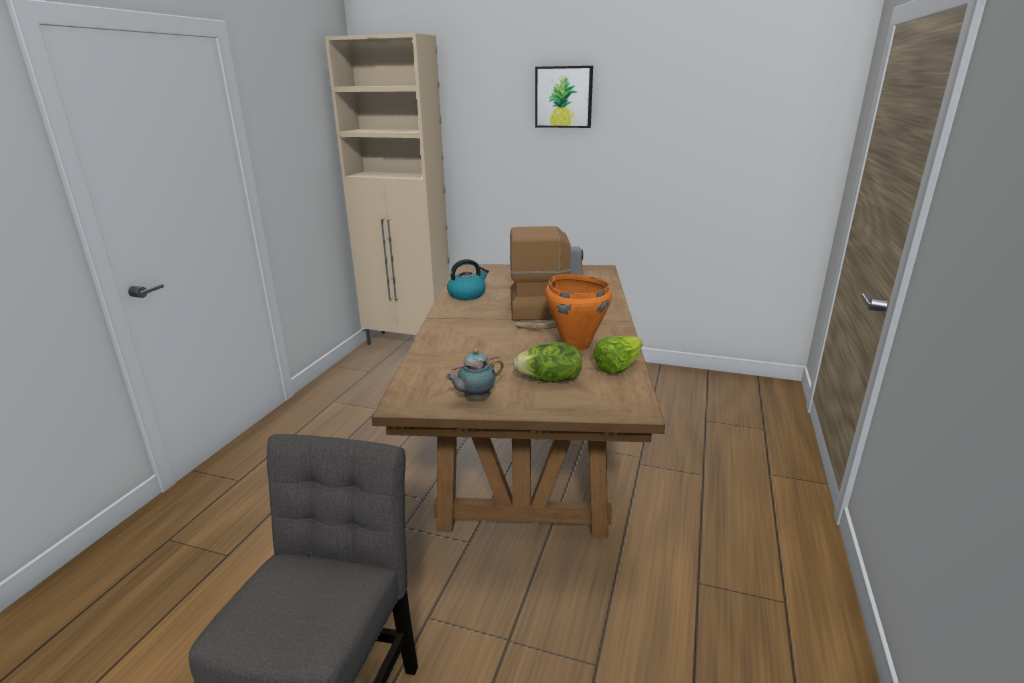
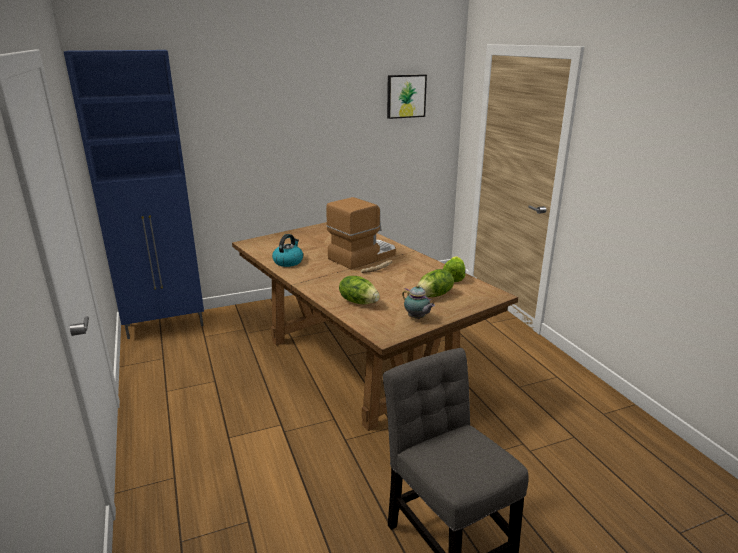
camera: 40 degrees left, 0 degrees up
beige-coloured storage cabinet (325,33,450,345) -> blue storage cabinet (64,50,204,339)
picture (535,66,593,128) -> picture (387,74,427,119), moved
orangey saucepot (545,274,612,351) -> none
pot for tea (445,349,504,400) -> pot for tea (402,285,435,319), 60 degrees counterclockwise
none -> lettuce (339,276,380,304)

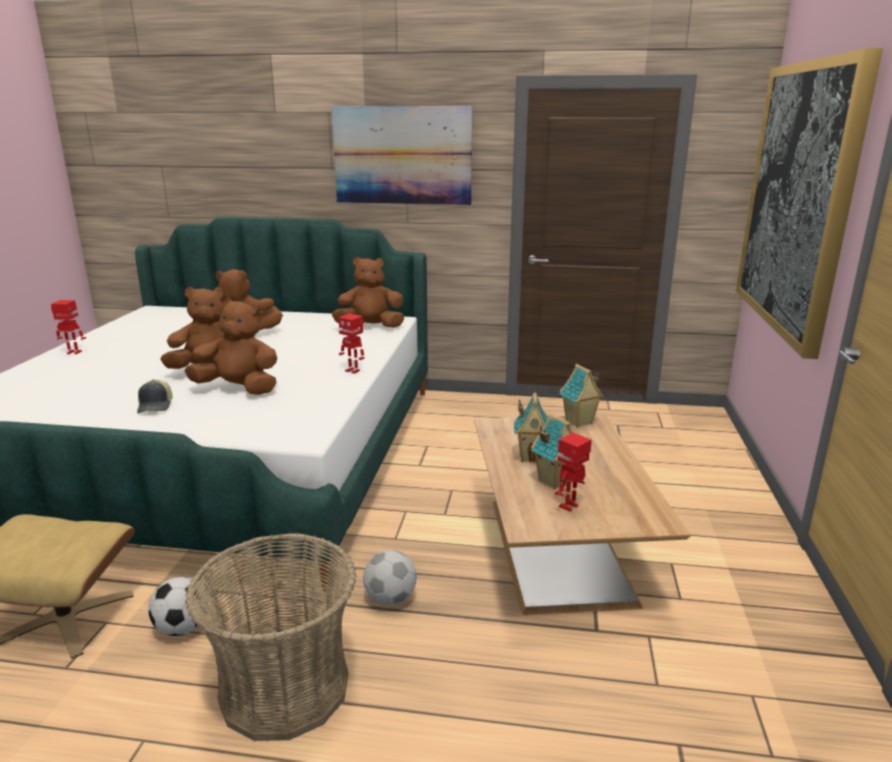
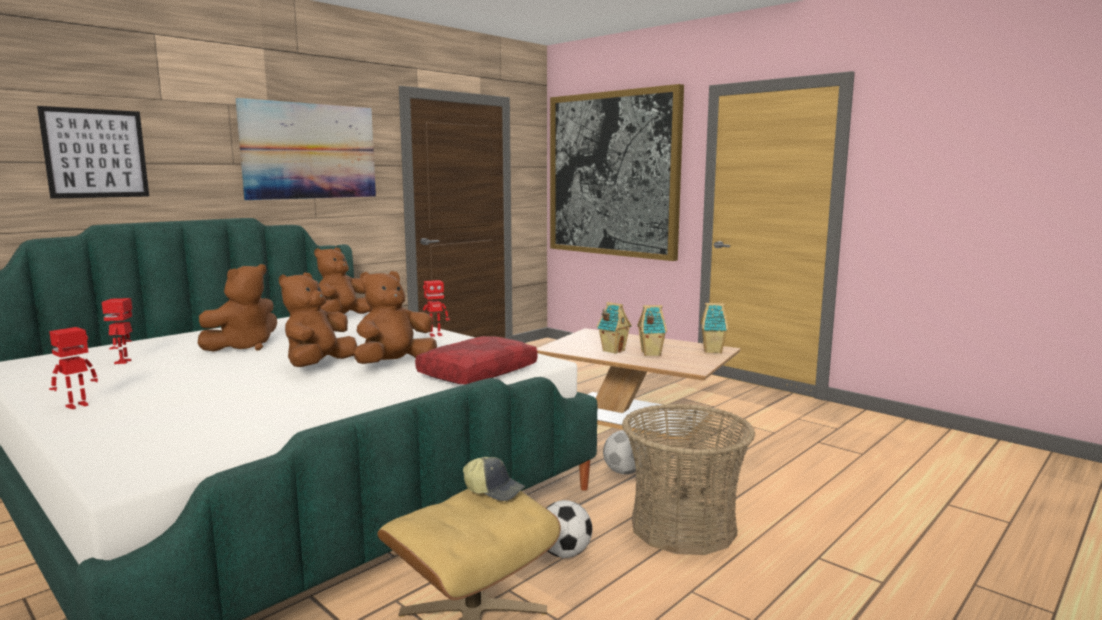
camera: 55 degrees left, 10 degrees down
miniature house (560,364,604,428) -> miniature house (701,303,728,353), moved
cap (137,379,173,413) -> cap (463,457,525,501), moved
toy robot (555,433,592,511) -> toy robot (102,298,132,364), moved
none -> picture (37,106,149,199)
none -> reddish cushion (415,336,538,384)

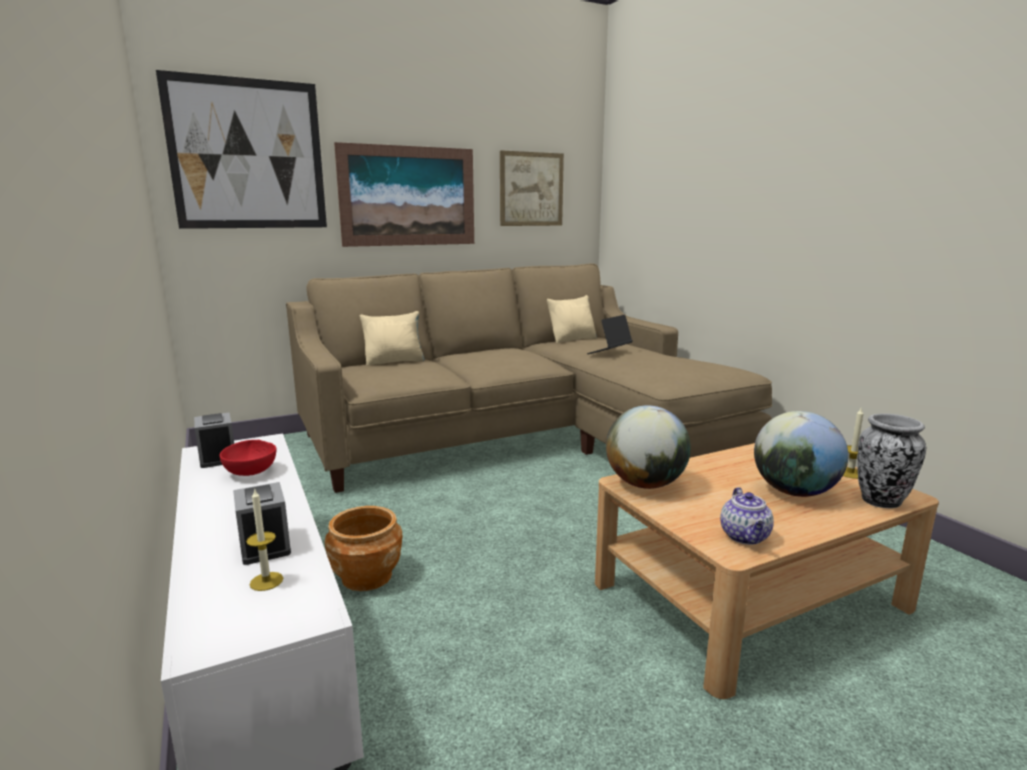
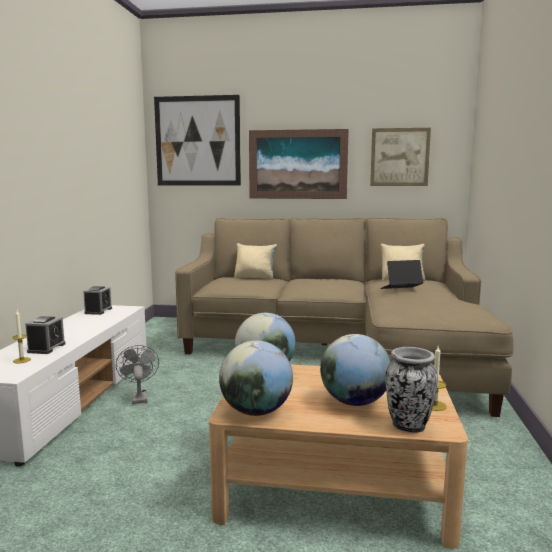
camera: 35 degrees right, 5 degrees down
reddish bowl (220,440,276,476) -> none
pot for tea (720,487,774,545) -> globe (219,340,293,416)
brownish planter (325,506,403,591) -> grey cooling fan (116,345,159,404)

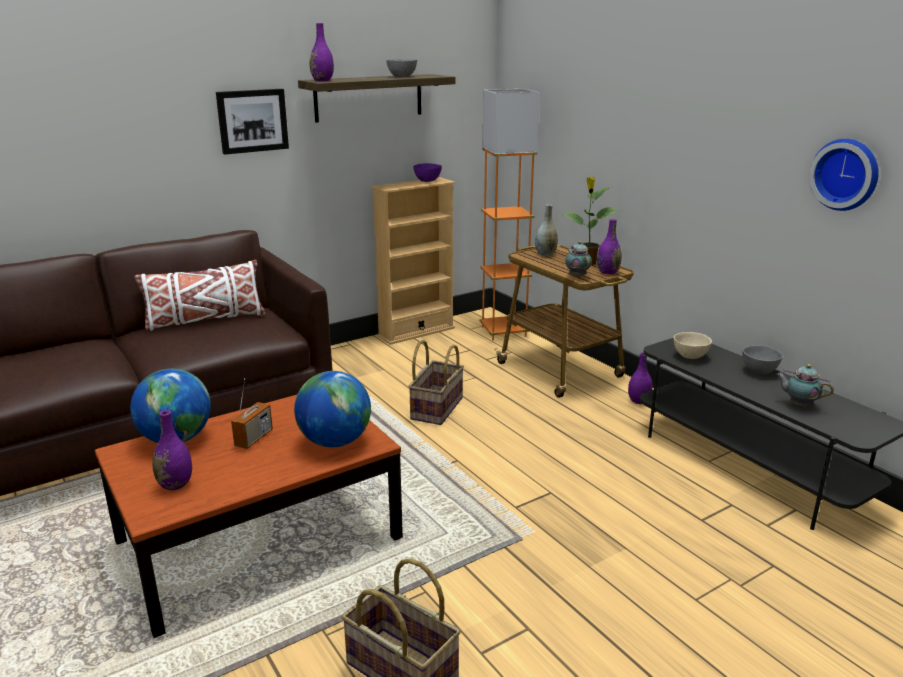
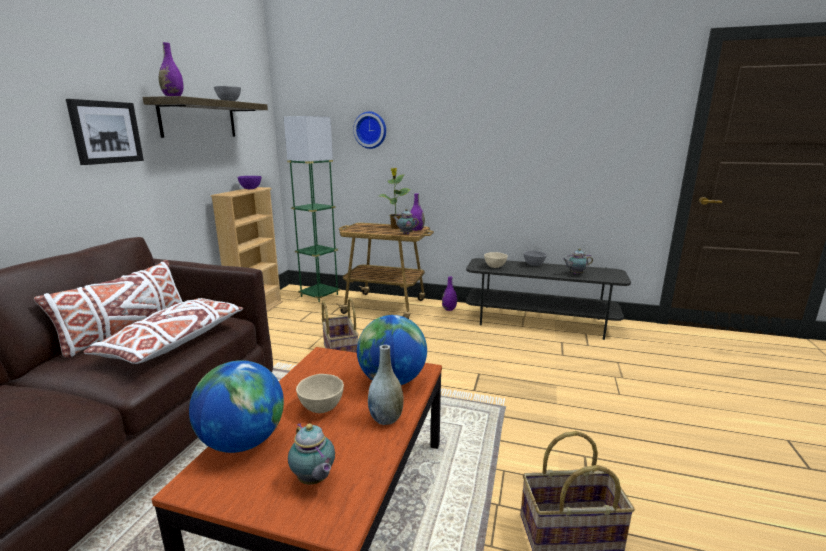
camera: 40 degrees left, 5 degrees down
orangey standard lamp (480,89,540,340) -> green standard lamp (284,116,340,302)
hanging clock (809,139,879,211) -> hanging clock (353,111,386,149), moved
grey vase (535,205,558,256) -> grey vase (368,345,404,425), moved
radio set (231,378,273,449) -> beige-coloured bowl (296,374,344,413)
purple vase (152,410,192,490) -> pot for tea (288,423,335,485)
none -> white-coloured cushion (83,298,243,364)

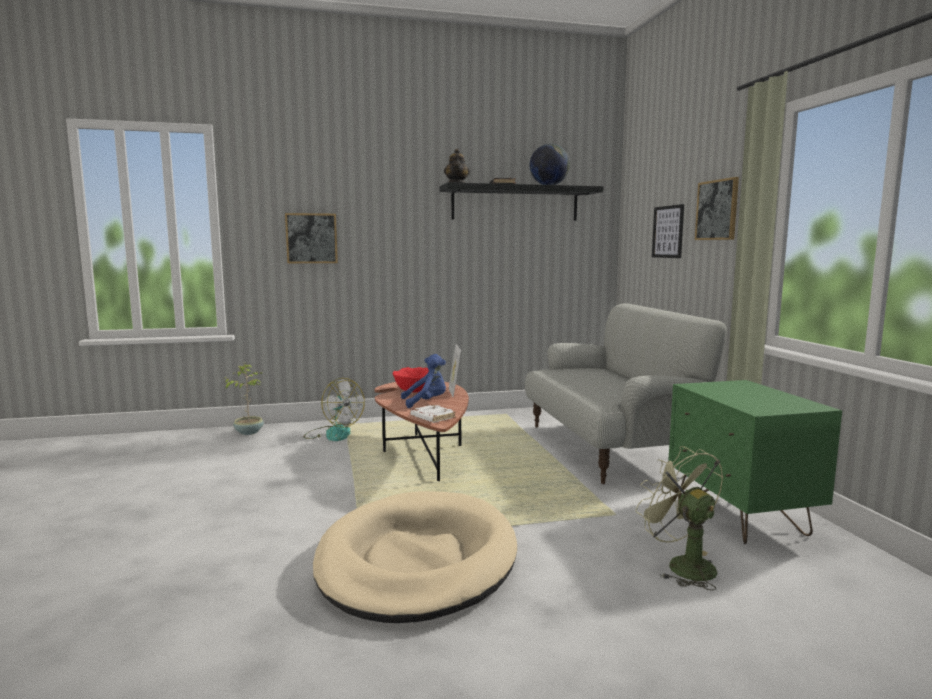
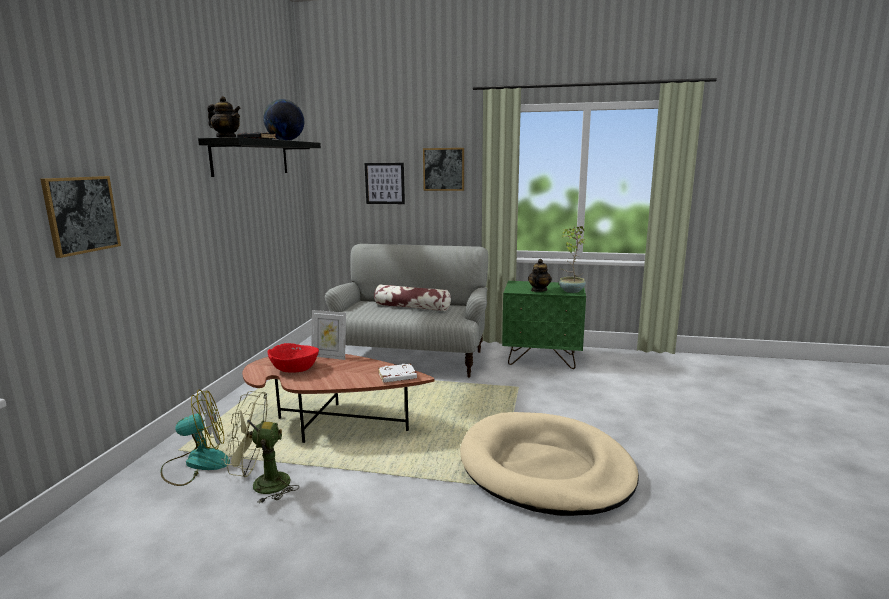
camera: 65 degrees left, 5 degrees up
blue plush toy (401,354,446,408) -> none
plant in a pot (225,363,264,435) -> plant in a pot (559,226,587,293), moved
green cooling fan (636,446,723,590) -> green cooling fan (225,391,300,503), moved
none -> pot for tea (528,259,552,292)
none -> cushion (374,284,451,311)

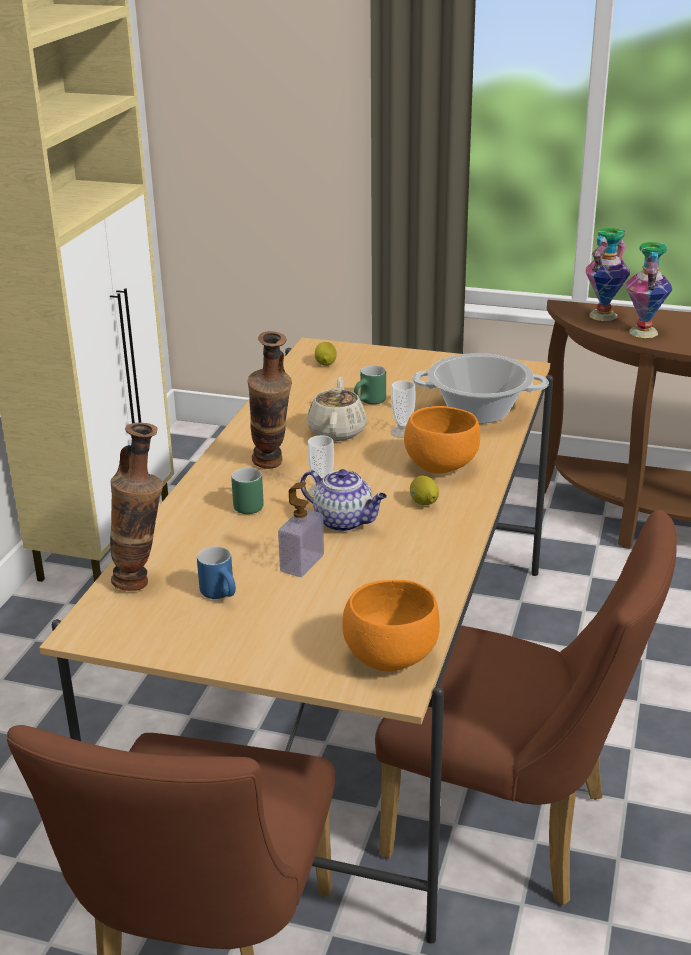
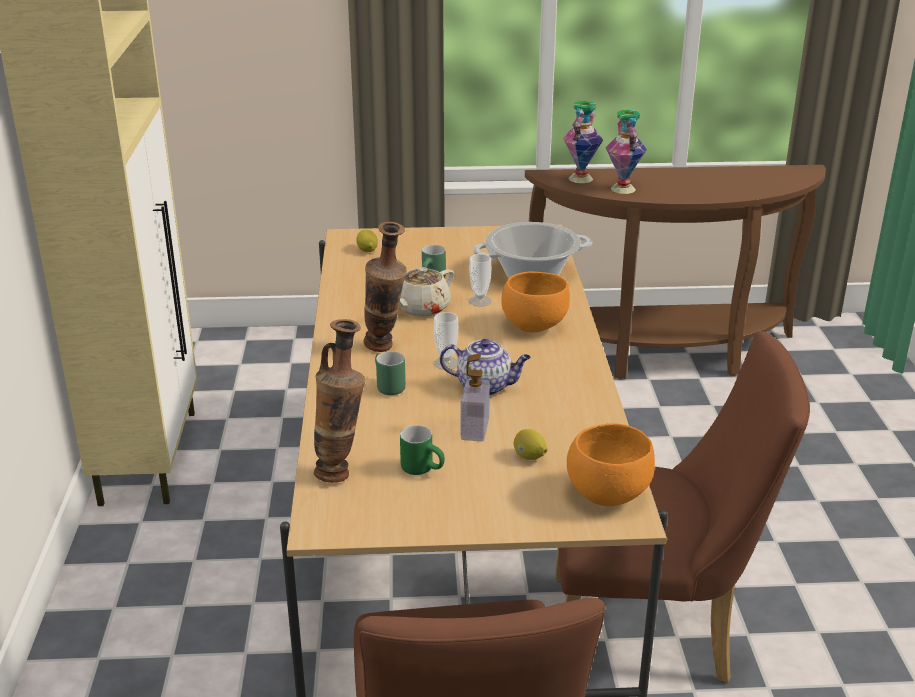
camera: 20 degrees left, 0 degrees up
beige-coloured pot for tea (307,377,367,441) -> beige-coloured pot for tea (398,267,454,317), 120 degrees counterclockwise
lemon (410,476,439,505) -> lemon (514,429,548,460), moved
blue coffee mug (197,546,236,599) -> green coffee mug (400,425,445,475)

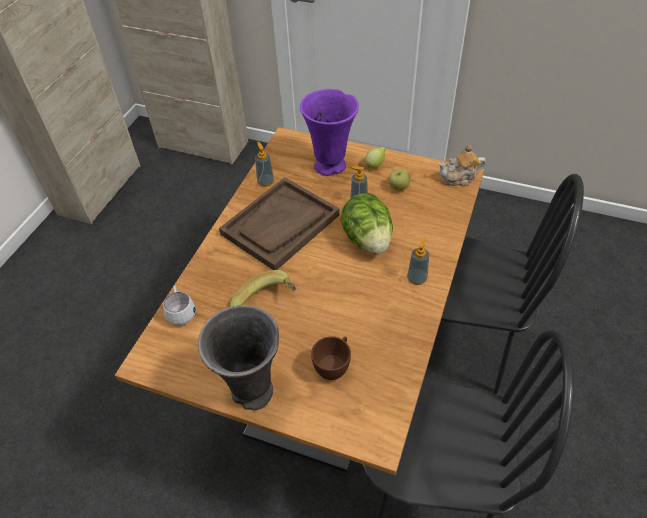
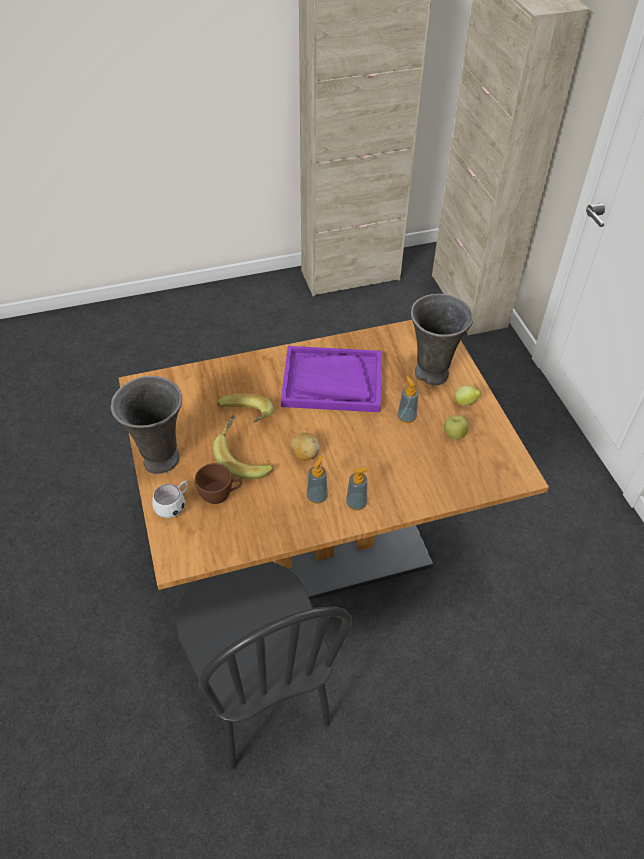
camera: 50 degrees right, 0 degrees up
purple vase (300,89,359,176) -> grey vase (411,293,473,386)
soap bottle (255,142,274,187) -> soap bottle (307,455,328,504), moved
pot for tea (438,145,486,186) -> none
blackish chair (441,174,584,394) -> none
brownish serving tray (219,177,340,270) -> purple serving tray (281,346,382,412)
lettuce (340,193,393,254) -> none
white-coloured coffee mug (163,286,196,325) -> white-coloured coffee mug (152,480,188,518), moved
none -> whole banana (213,415,273,479)
none -> whole potato (291,433,320,460)

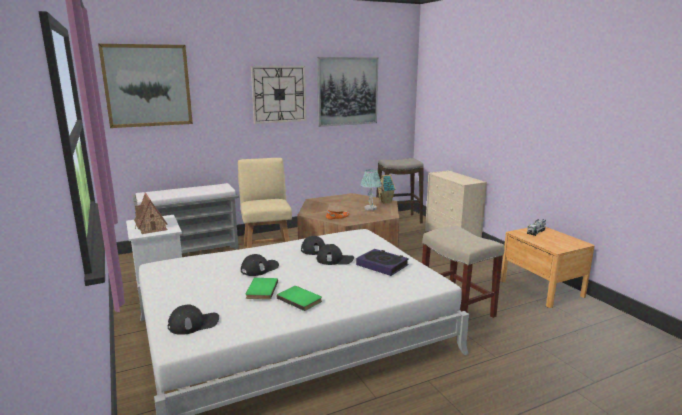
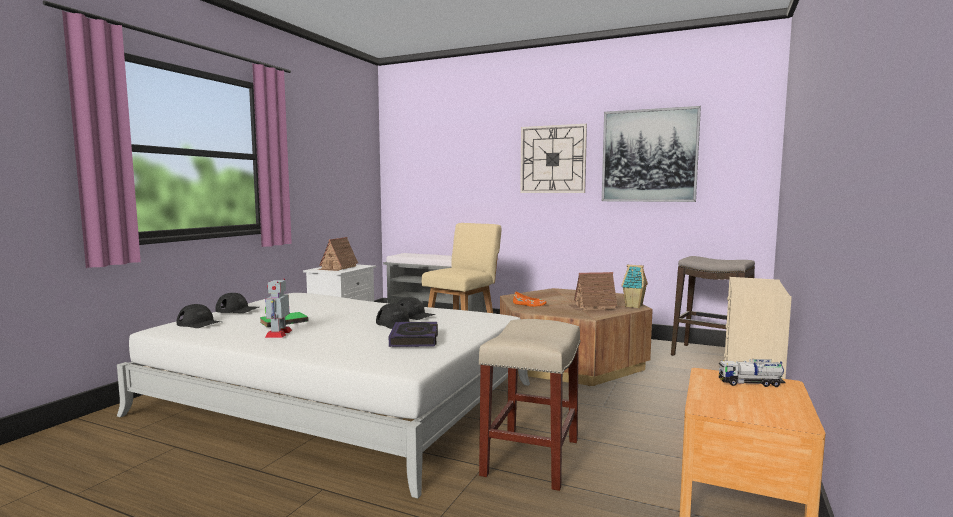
camera: 50 degrees right, 10 degrees down
picture (98,44,193,128) -> none
lamp for a table (361,169,382,210) -> miniature house (568,272,617,310)
blackish cap (241,254,279,276) -> blackish cap (215,293,259,313), moved
green volume (277,286,322,311) -> toy robot (265,279,292,338)

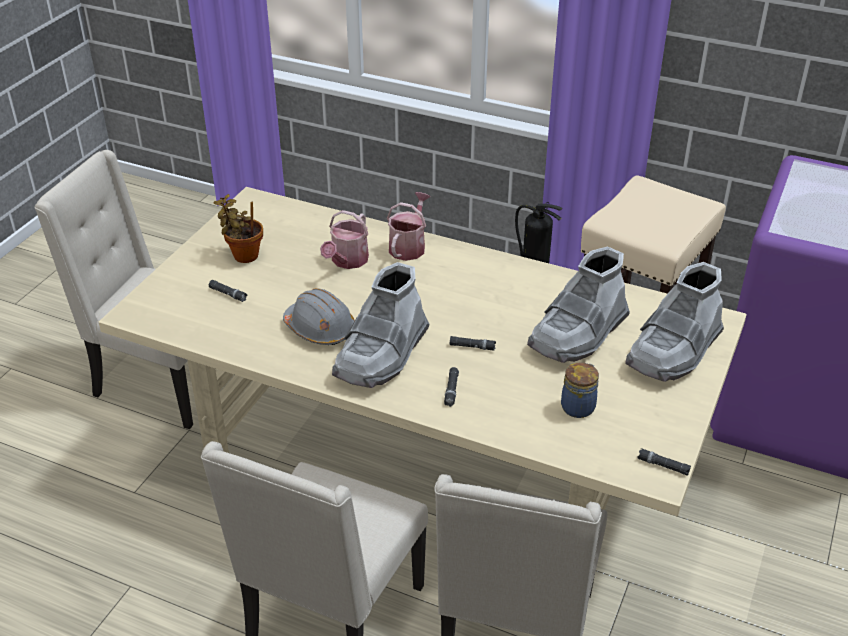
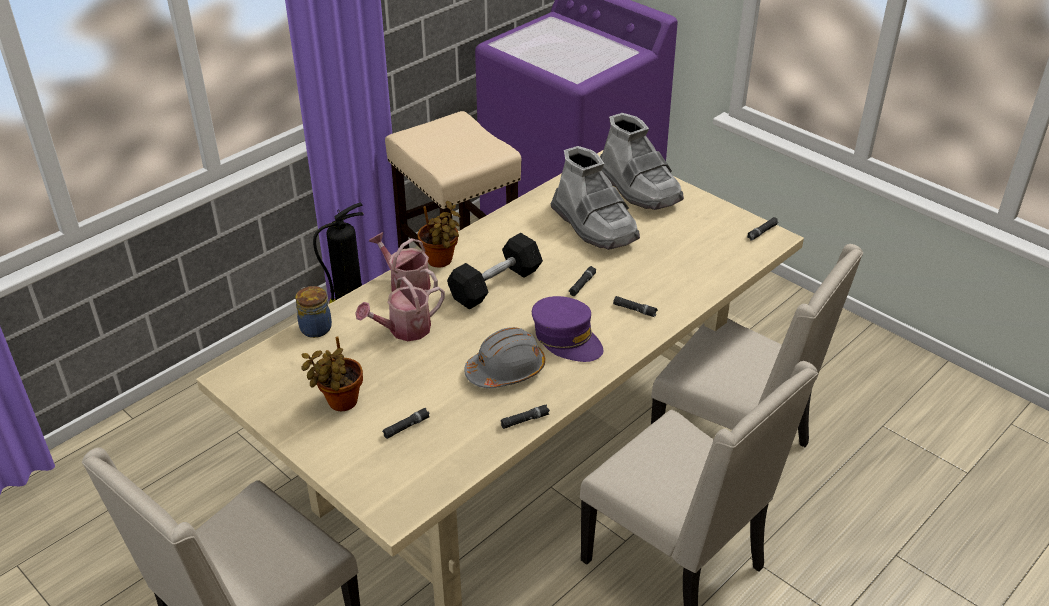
camera: 70 degrees left, 0 degrees up
watering can (320,210,369,269) -> watering can (355,276,445,341), 105 degrees clockwise
grey high-top boot (332,262,429,388) -> purple cap (532,296,603,362)
preserve jar (561,362,599,418) -> preserve jar (295,286,332,338), moved
none -> plant in a pot (417,201,461,267)
none -> blackish hand weight (447,233,543,310)
none -> blackish torch (500,404,550,429)

